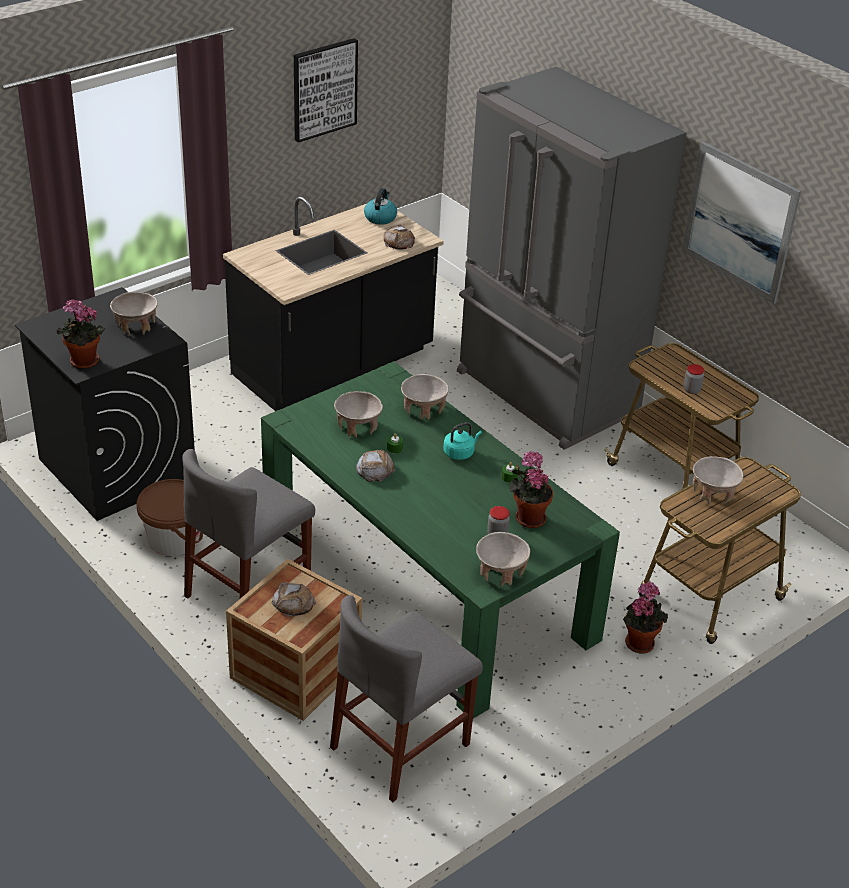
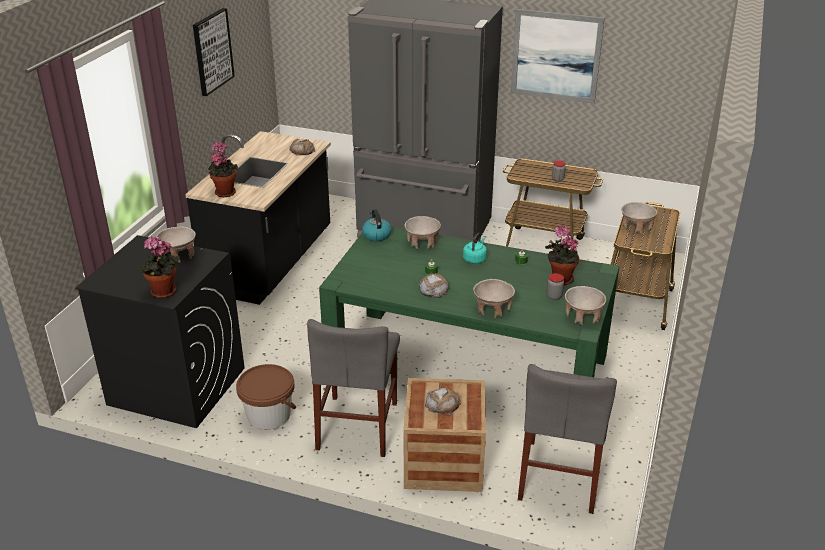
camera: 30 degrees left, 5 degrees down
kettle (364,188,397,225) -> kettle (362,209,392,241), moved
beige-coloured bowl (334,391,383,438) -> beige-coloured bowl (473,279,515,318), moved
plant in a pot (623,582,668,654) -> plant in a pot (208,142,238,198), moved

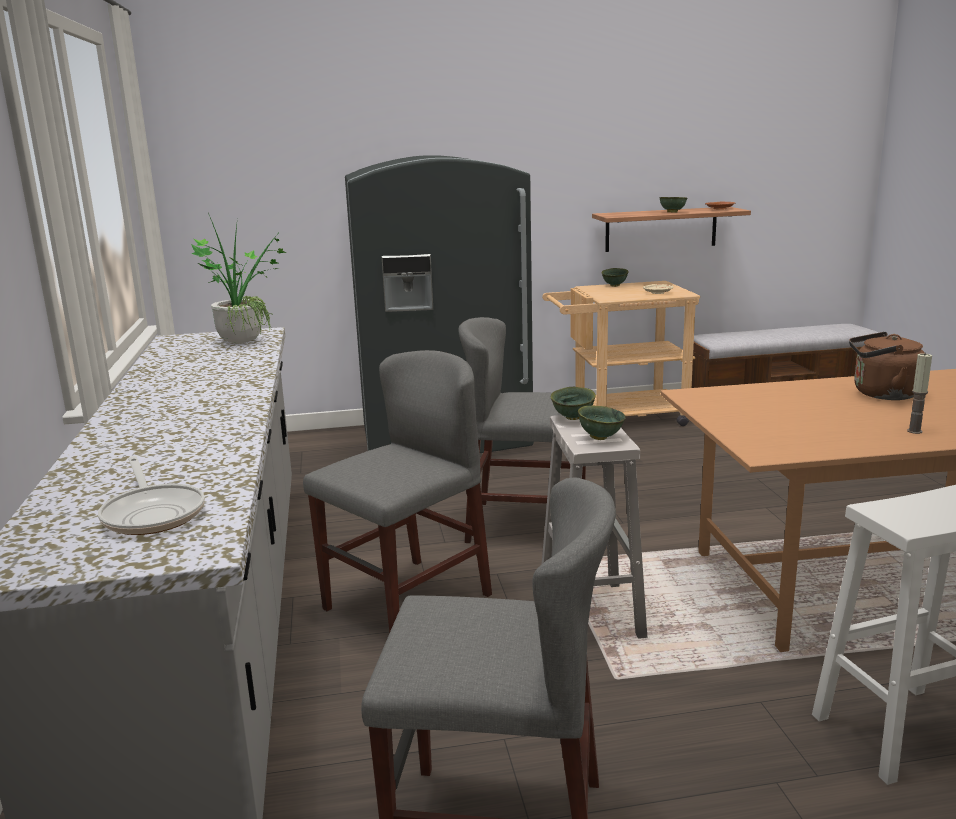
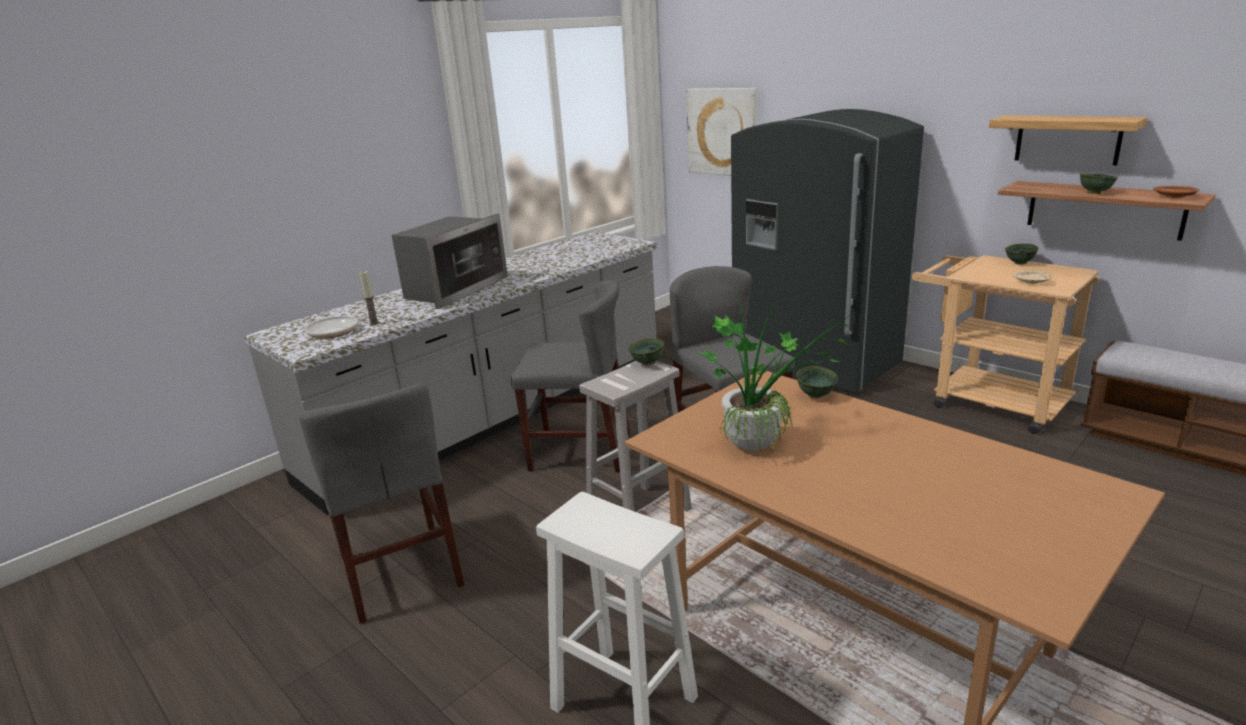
camera: 55 degrees right, 5 degrees up
plant in a pot (191,213,286,343) -> plant in a pot (696,284,851,452), moved
brownish kettle (849,332,925,400) -> none
candle (907,353,932,434) -> candle (359,271,379,326), moved
green bowl (578,406,626,440) -> green bowl (796,366,838,398), moved
none -> picture (686,88,757,176)
none -> shelf (989,115,1147,165)
none -> microwave (392,214,508,309)

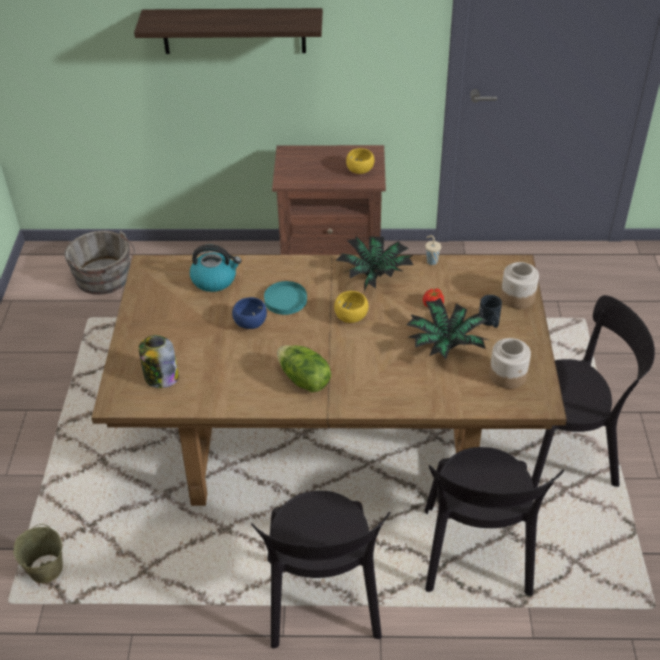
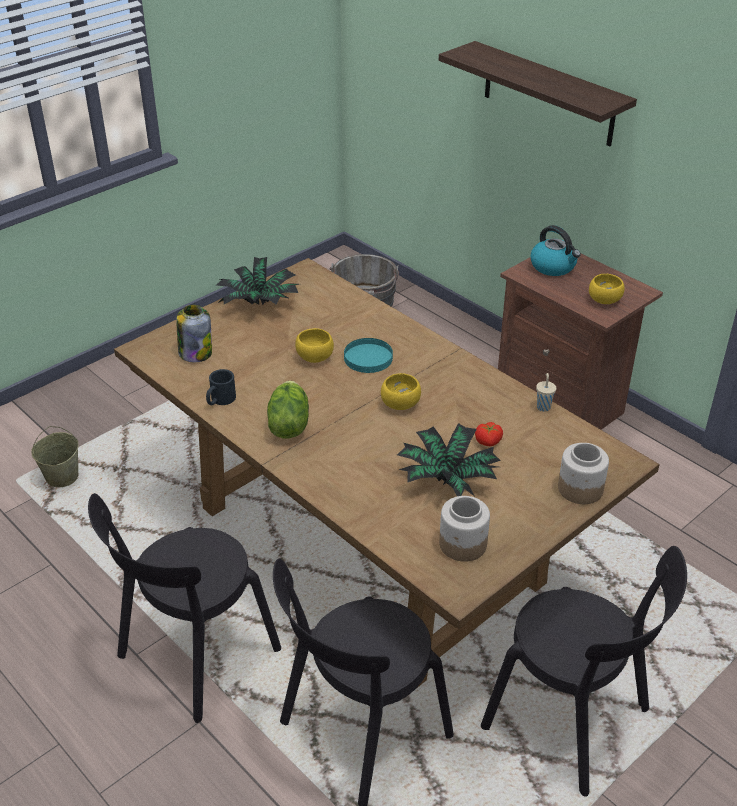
camera: 45 degrees right, 5 degrees down
plant in a pot (335,235,413,291) -> plant in a pot (217,257,299,305), moved
kettle (190,245,242,292) -> kettle (530,225,581,276), moved
blackish coffee mug (479,295,502,328) -> blackish coffee mug (206,369,236,405), moved
blue bowl (232,297,267,329) -> yellow-coloured bowl (295,328,334,363)

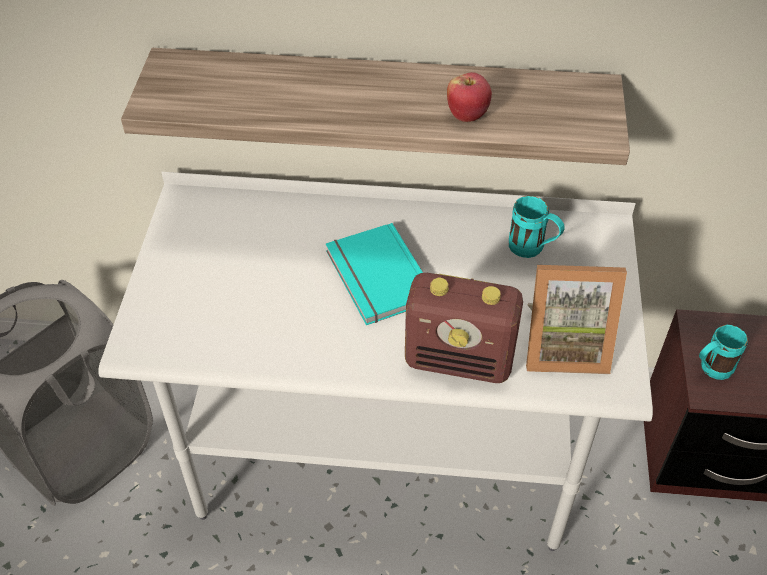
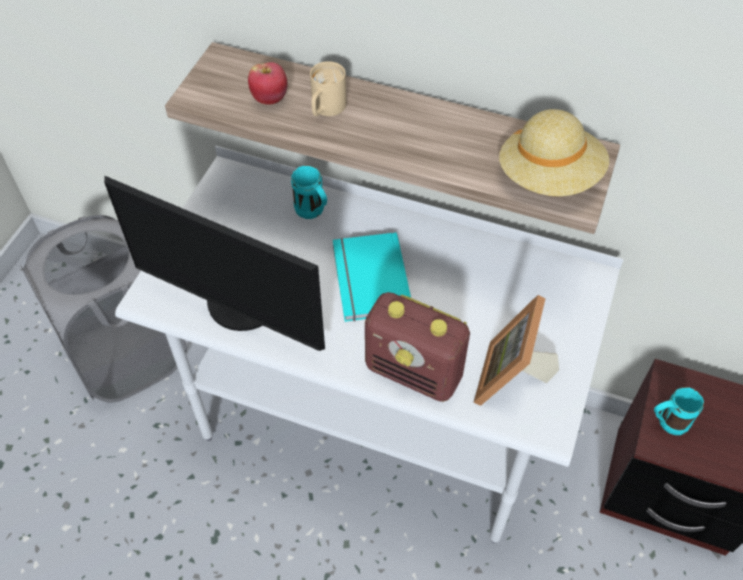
camera: 15 degrees right, 5 degrees up
apple (447,72,492,122) -> apple (248,62,288,105), moved
blue-green coffee mug (509,196,565,258) -> blue-green coffee mug (291,166,327,219), moved
standing frame (526,265,627,374) -> standing frame (473,295,559,406), 90 degrees clockwise
none -> beige-coloured coffee mug (310,61,346,117)
none -> beige-coloured wearable hat (499,109,609,197)
none -> computer display (104,176,325,351)

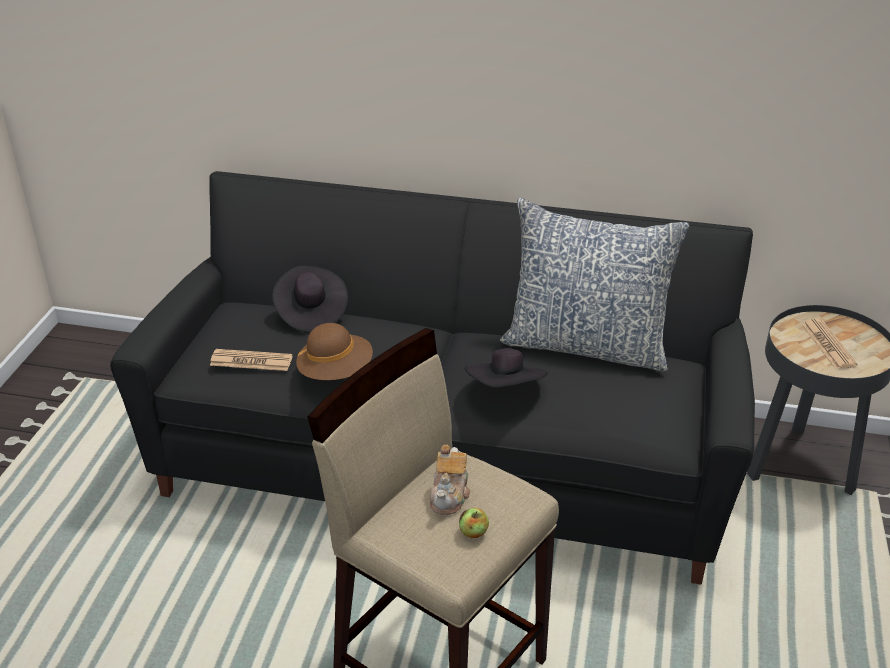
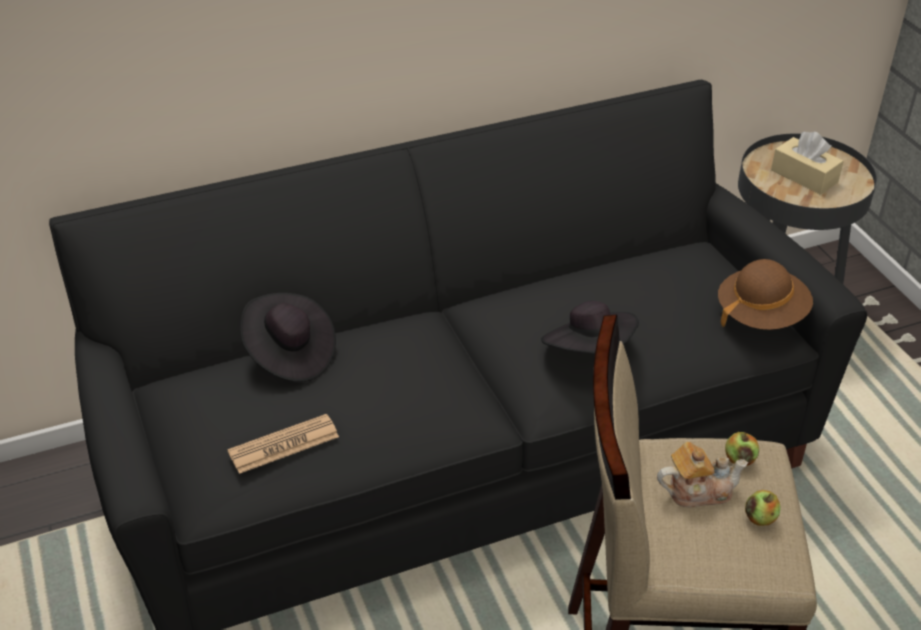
camera: 35 degrees left, 5 degrees up
cushion (500,198,689,372) -> none
daily paper (801,319,858,369) -> beige-coloured tissue holder (771,132,844,195)
brownish wearable hat (296,323,373,380) -> brownish wearable hat (718,259,813,330), moved
pot for tea (430,445,470,515) -> pot for tea (657,442,748,507), 75 degrees counterclockwise
none -> apple (725,432,759,466)

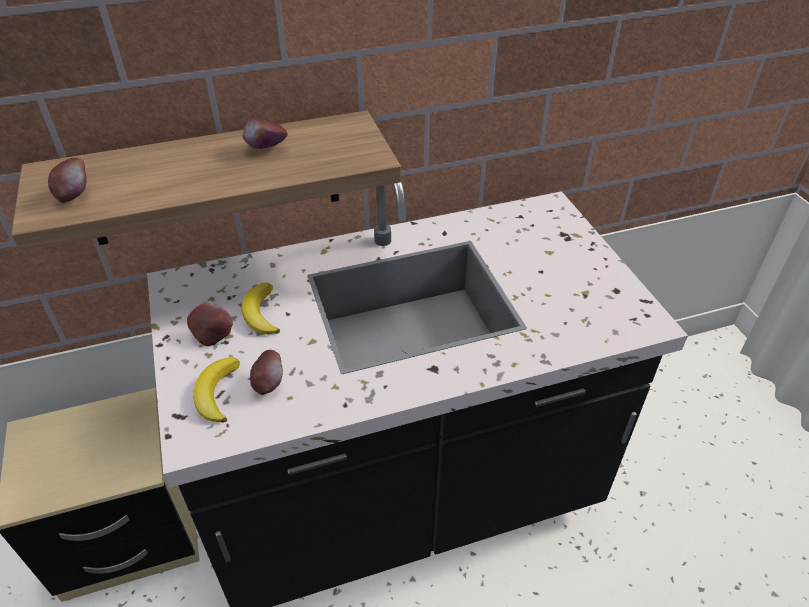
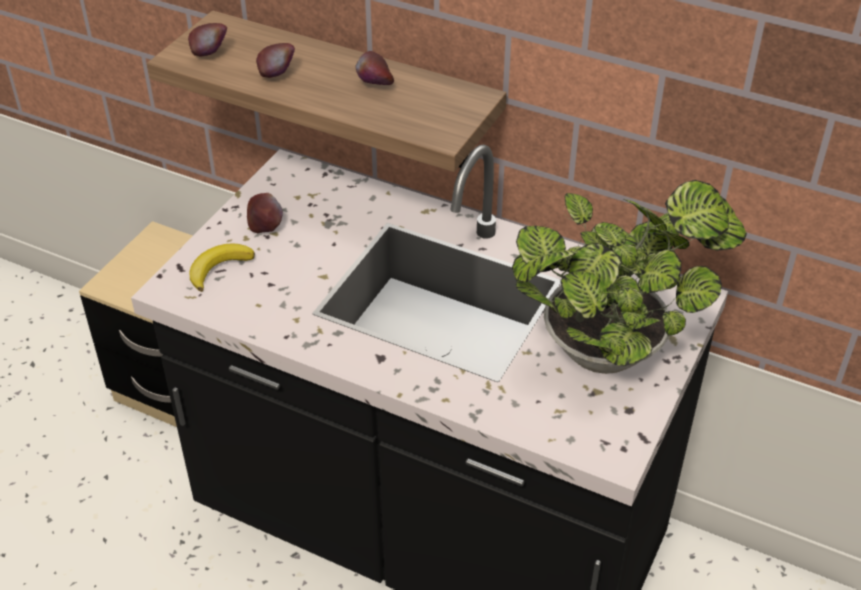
camera: 45 degrees right, 0 degrees up
whole banana (241,282,280,334) -> none
apple (250,350,283,395) -> apple (256,43,295,78), moved
none -> plant in a pot (512,180,747,374)

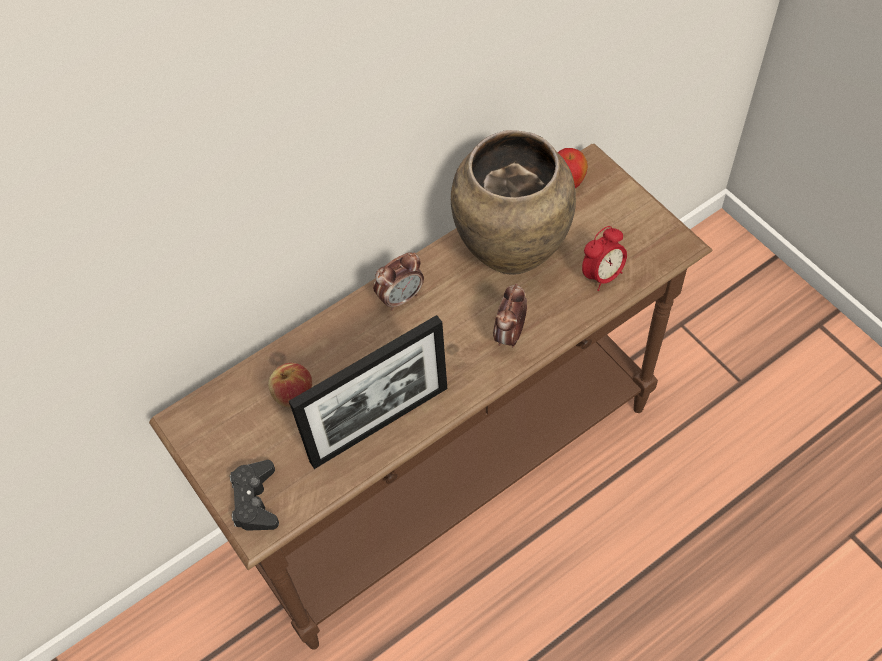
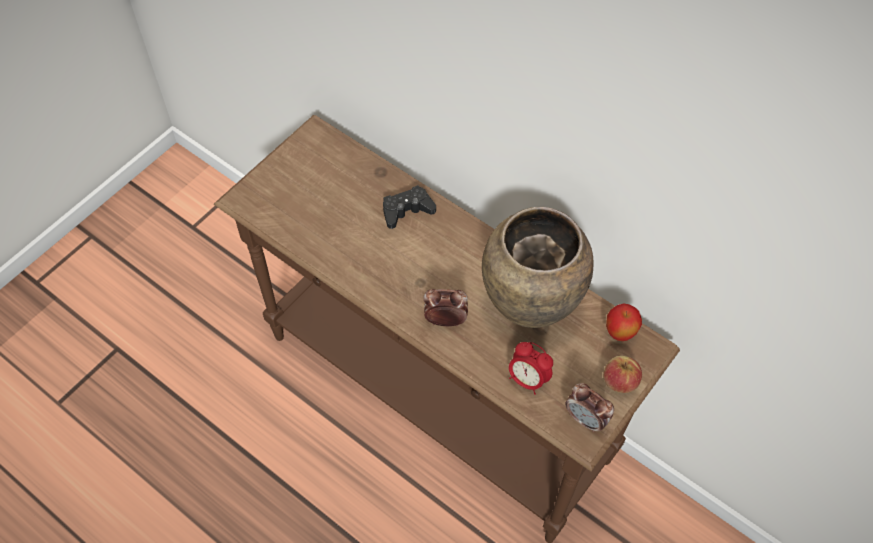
camera: 70 degrees right, 0 degrees up
bedside clock (373,252,424,311) -> bedside clock (566,383,614,432), moved
standing frame (289,315,447,469) -> none
apple (268,363,312,407) -> apple (603,356,642,393), moved
blackish game controller (230,460,279,531) -> blackish game controller (383,185,436,229), moved

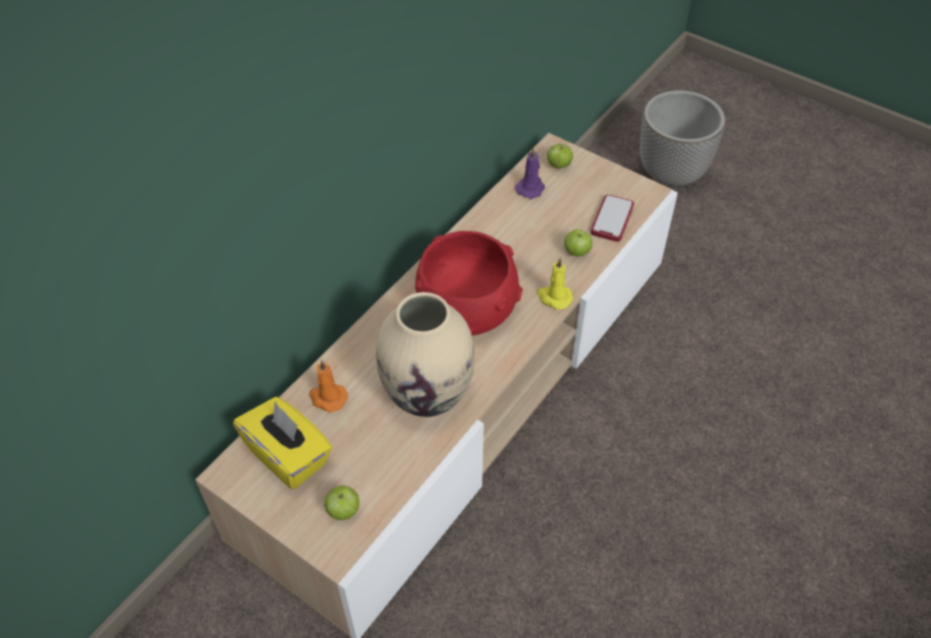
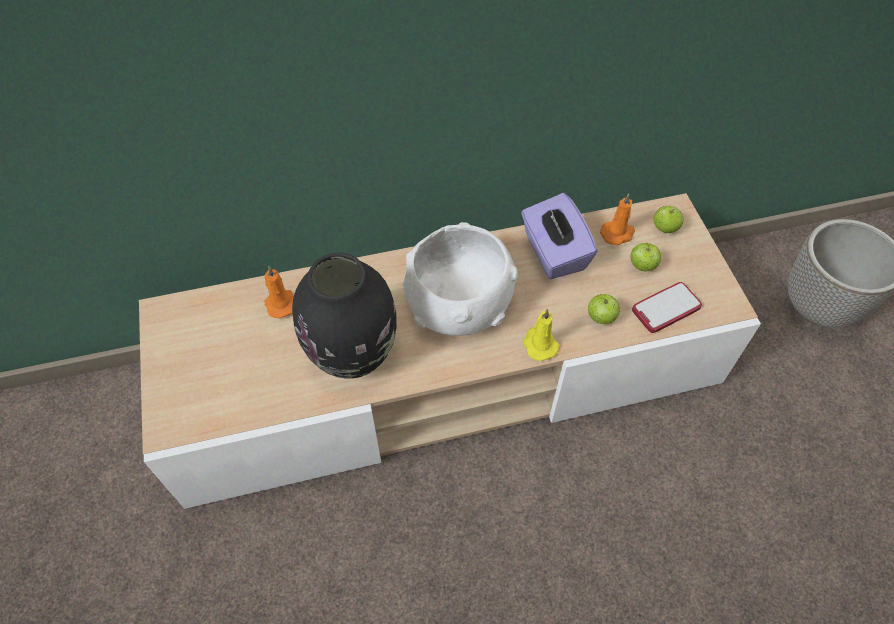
camera: 40 degrees right, 5 degrees up
purple candle (515,147,545,199) -> orangey candle (600,194,635,245)
reddish bowl (415,231,523,336) -> white-coloured bowl (402,222,518,336)
beige-coloured vase (376,292,475,417) -> blackish vase (292,253,397,379)
yellow-coloured tissue holder (233,397,333,490) -> none
apple (324,486,359,520) -> apple (631,243,661,272), moved
none -> purple tissue holder (521,193,597,279)

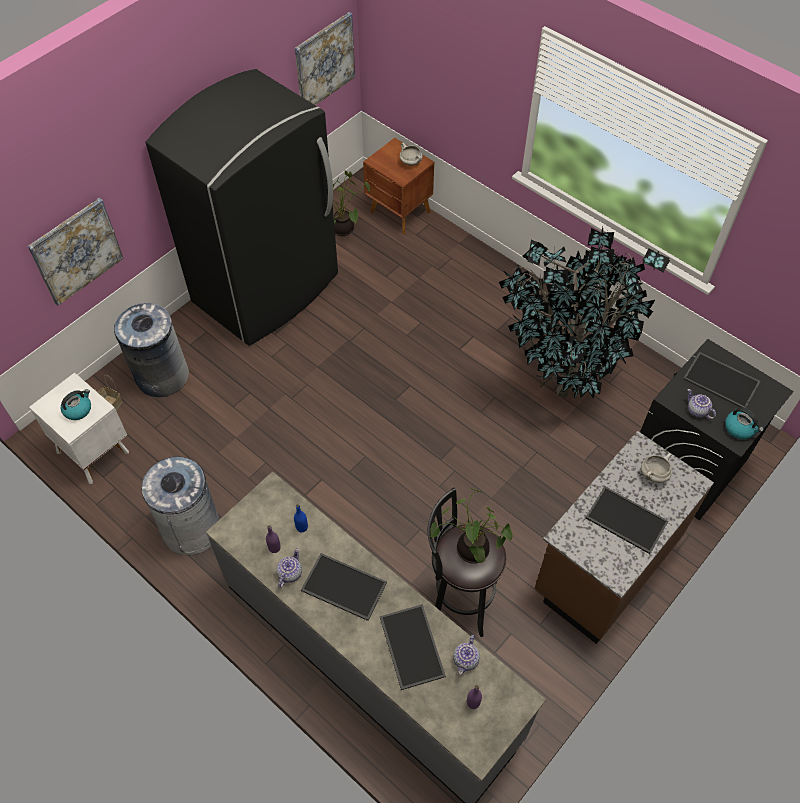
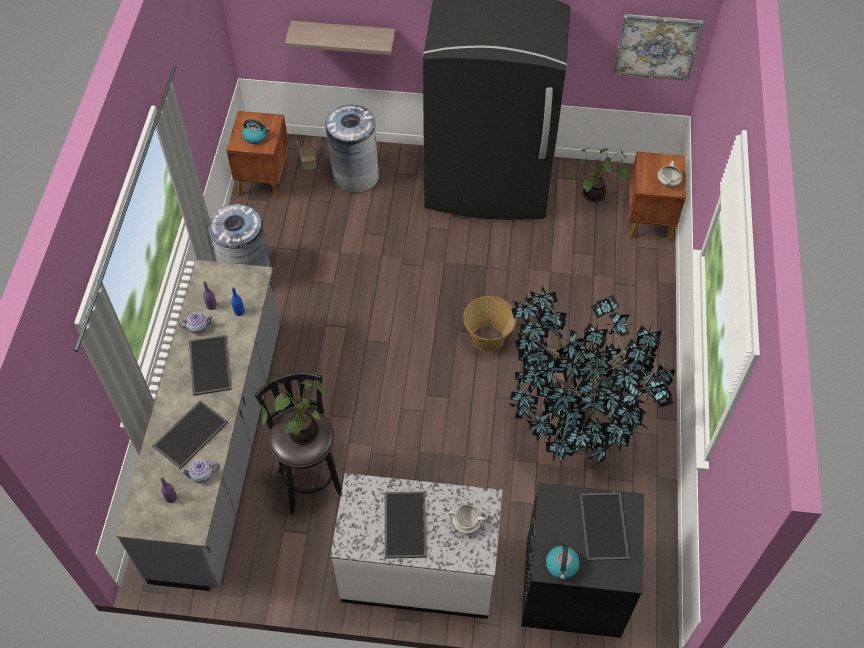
camera: 55 degrees right, 0 degrees up
picture (28,198,124,306) -> shelf (285,21,396,55)
white-coloured nightstand (29,372,129,484) -> brownish nightstand (226,111,289,200)
pot for tea (687,389,716,419) -> none
brownish kitchen counter (535,431,714,644) -> white-coloured kitchen counter (330,473,503,619)
none -> basket (463,296,516,352)

